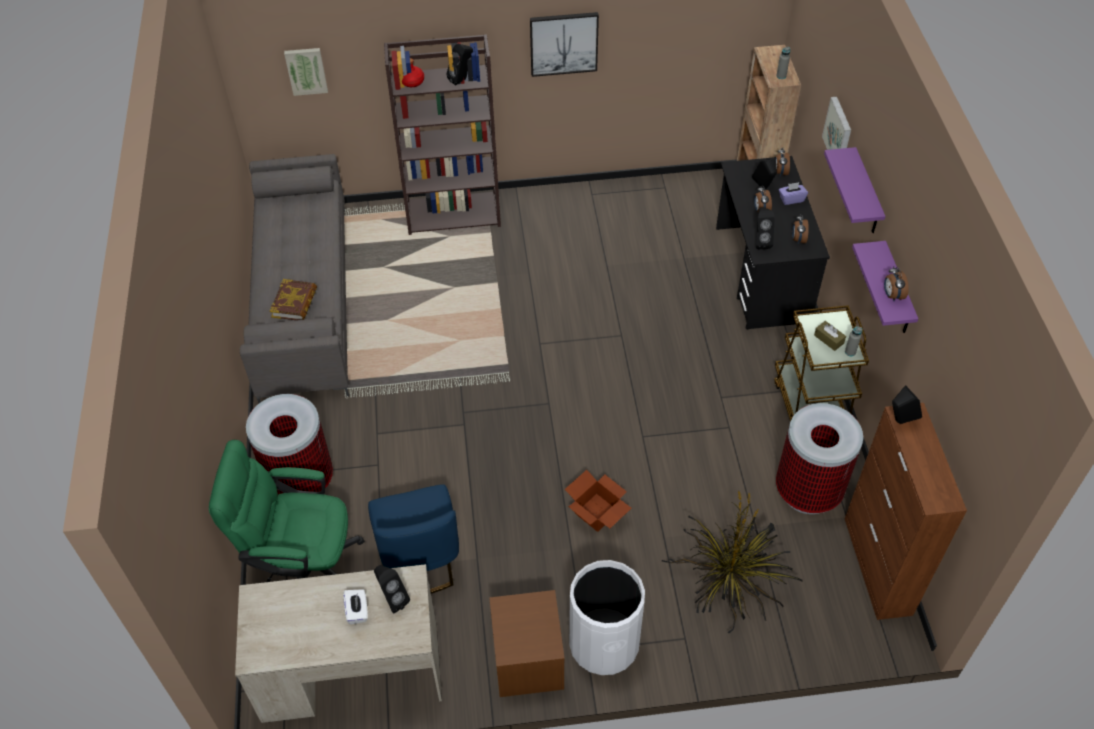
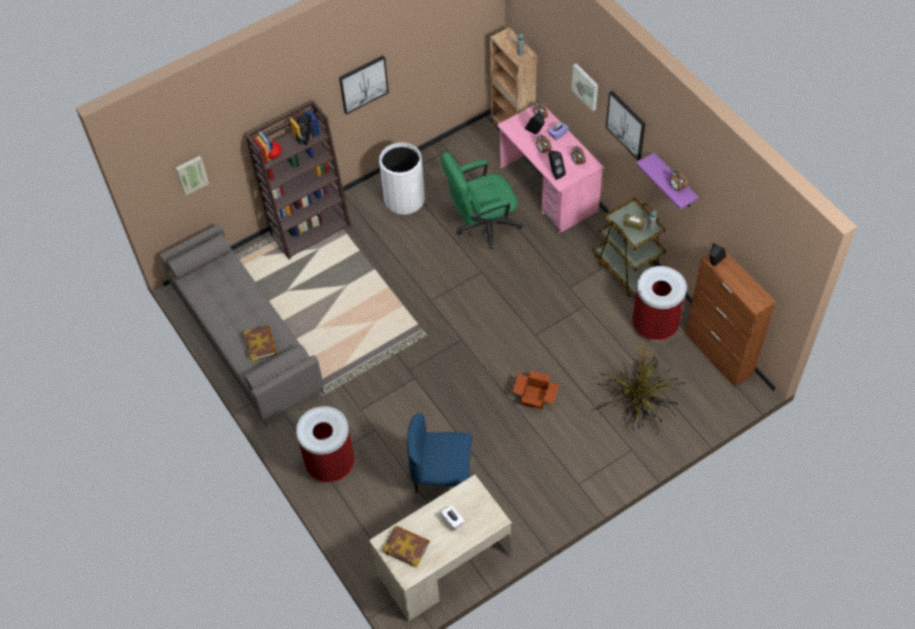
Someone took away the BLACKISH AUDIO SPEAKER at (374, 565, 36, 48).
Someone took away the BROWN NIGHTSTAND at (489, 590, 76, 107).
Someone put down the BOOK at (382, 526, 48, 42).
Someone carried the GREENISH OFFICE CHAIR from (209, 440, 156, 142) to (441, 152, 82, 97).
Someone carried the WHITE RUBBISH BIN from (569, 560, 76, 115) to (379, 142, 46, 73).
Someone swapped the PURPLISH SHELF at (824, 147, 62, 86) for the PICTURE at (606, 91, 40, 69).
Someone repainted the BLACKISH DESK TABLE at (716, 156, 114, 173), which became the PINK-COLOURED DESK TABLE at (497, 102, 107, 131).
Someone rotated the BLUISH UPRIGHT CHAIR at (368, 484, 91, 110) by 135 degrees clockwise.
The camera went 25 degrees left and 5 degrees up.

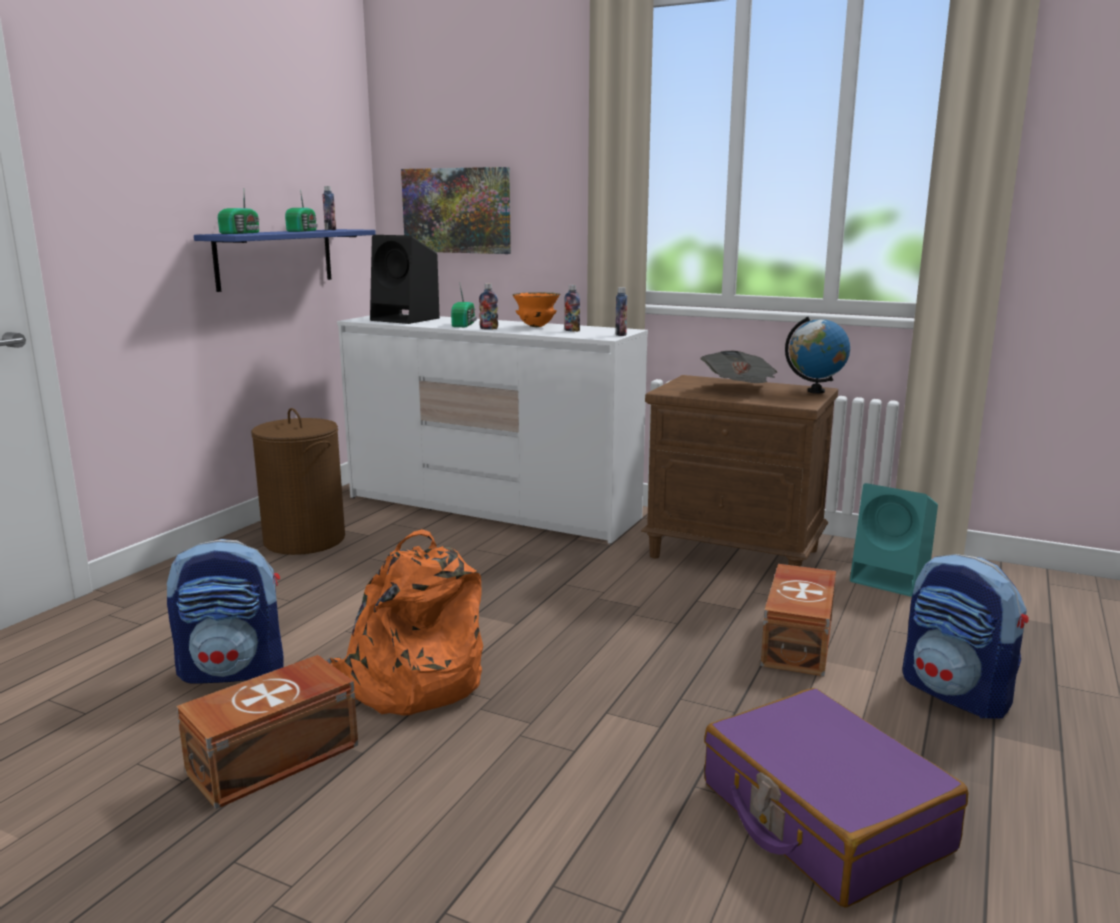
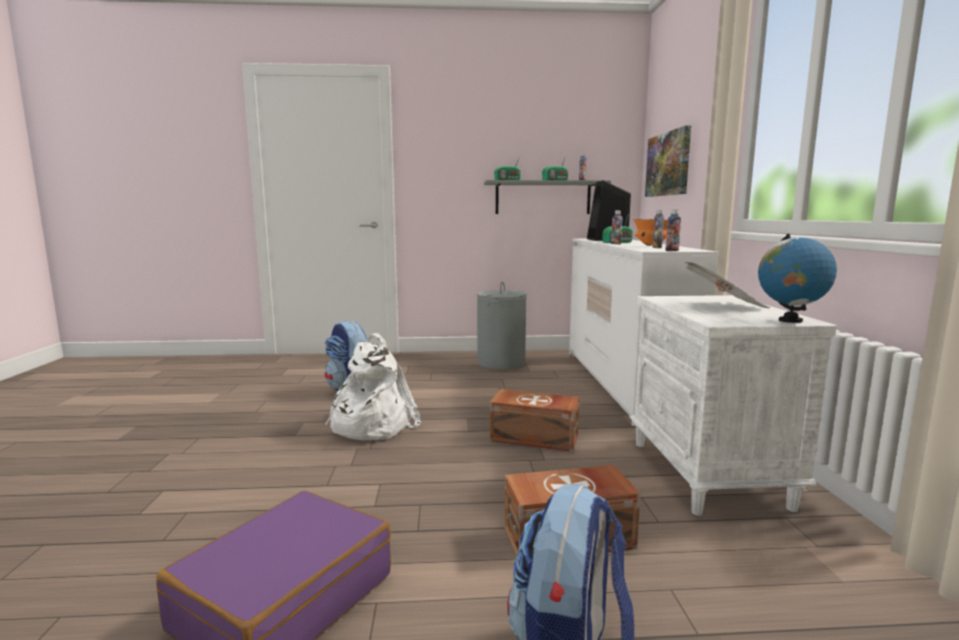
Someone took away the TURQUOISE-COLOURED AUDIO SPEAKER at (850, 483, 88, 114).
Someone carried the BROWN STORAGE BOX from (176, 655, 182, 154) to (490, 389, 89, 63).
Someone repainted the BLUISH SHELF at (194, 229, 182, 63), which became the GRAY SHELF at (484, 180, 127, 34).
Someone repainted the BROWN WASHING BASKET at (251, 408, 94, 147), which became the GRAY WASHING BASKET at (477, 282, 50, 87).
Someone repainted the ORANGEY BACKPACK at (327, 529, 156, 187), which became the WHITE BACKPACK at (325, 333, 96, 107).
Someone repainted the BROWN NIGHTSTAND at (641, 375, 197, 191), which became the WHITE NIGHTSTAND at (629, 295, 207, 221).
The camera went 60 degrees right and 5 degrees down.

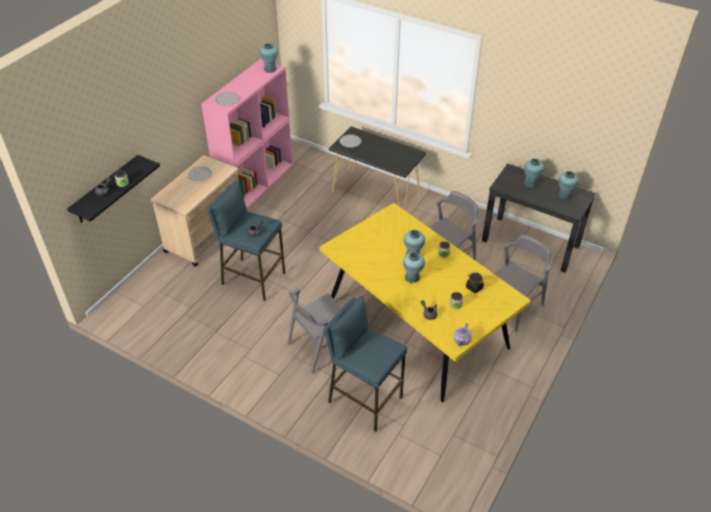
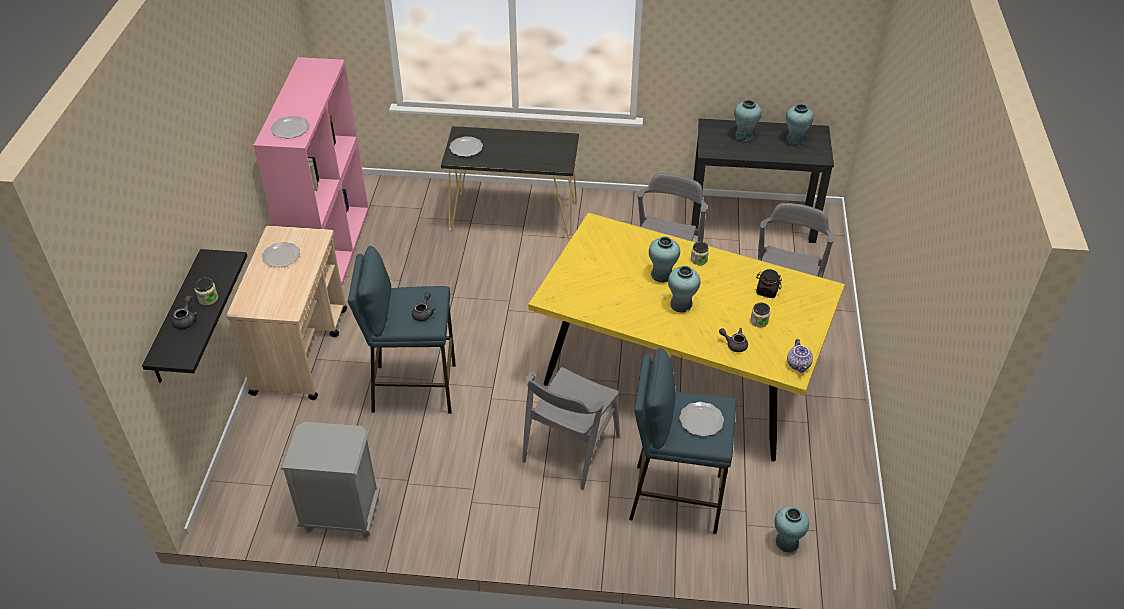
Someone put down the GRAY NIGHTSTAND at (281, 422, 99, 116).
Someone put down the DINNER PLATE at (679, 402, 45, 34).
Someone carried the TURQUOISE-COLOURED VASE from (260, 43, 18, 30) to (774, 506, 35, 47).
The camera went 25 degrees left and 0 degrees up.

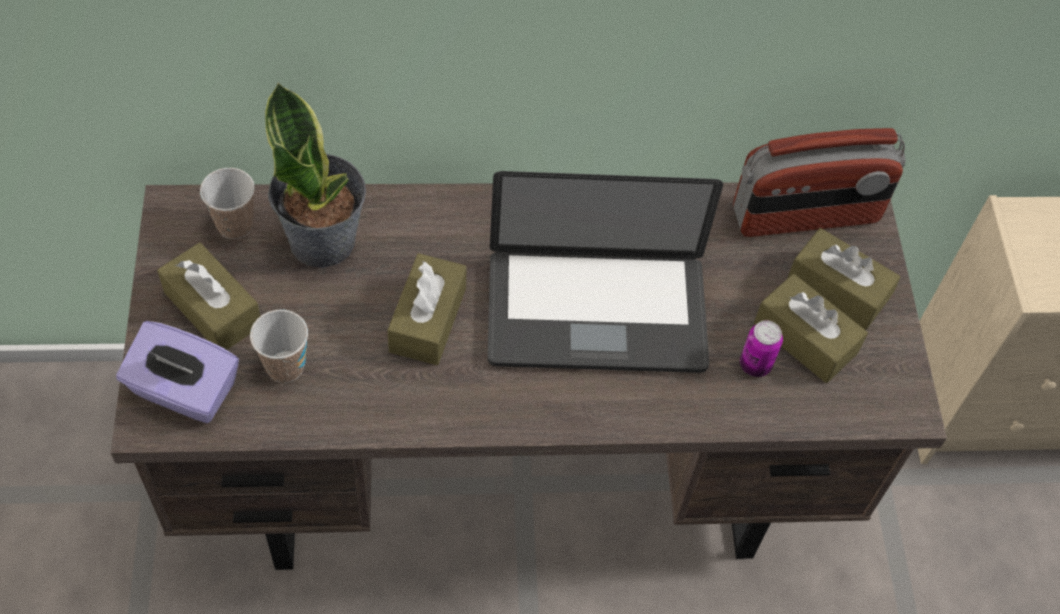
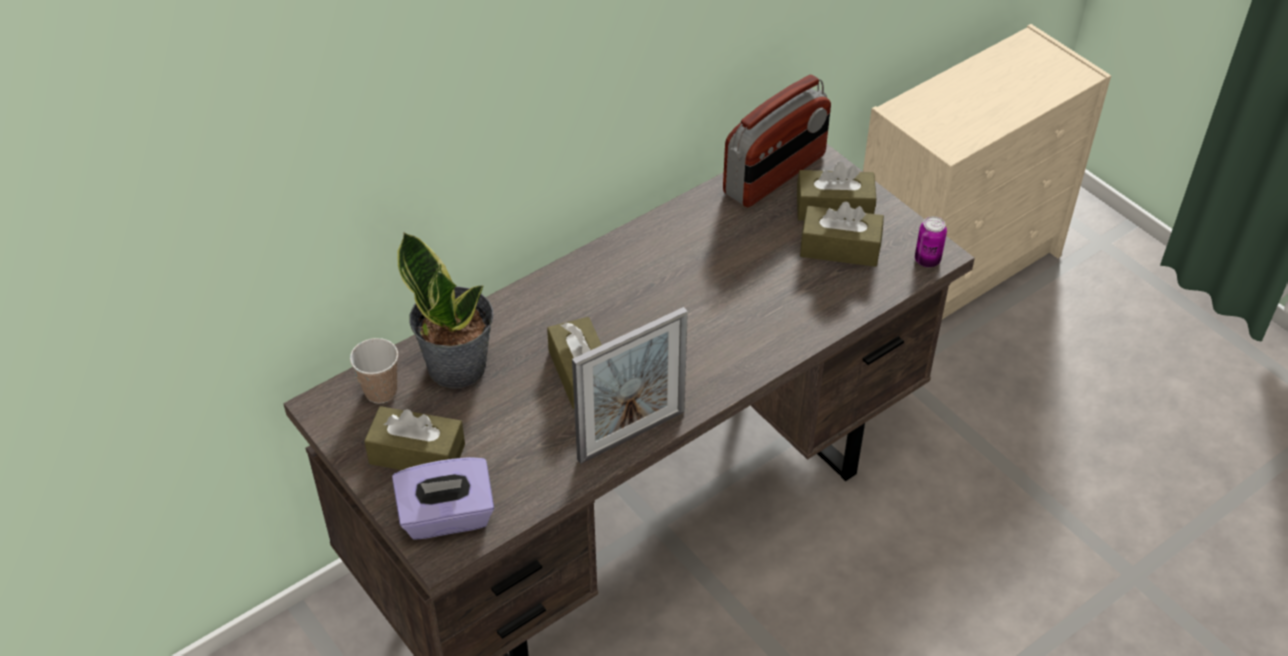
Someone took away the SMALL CUP at (250, 310, 58, 73).
Someone took away the NOTEBOOK COMPUTER at (488, 171, 235, 202).
Someone put down the PICTURE FRAME at (572, 307, 116, 157).
Someone carried the METAL CAN from (740, 320, 43, 57) to (915, 216, 32, 51).
The camera went 30 degrees left and 10 degrees down.

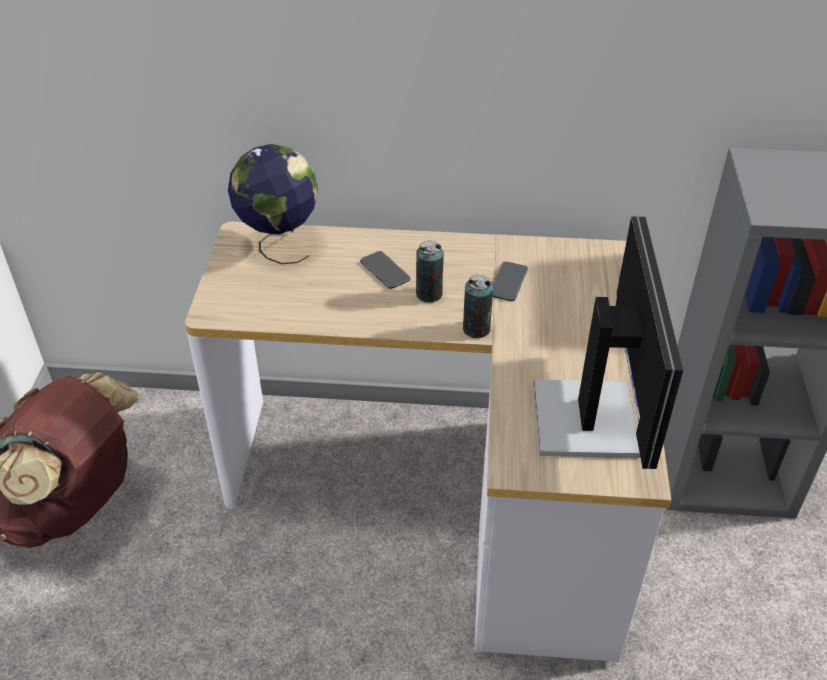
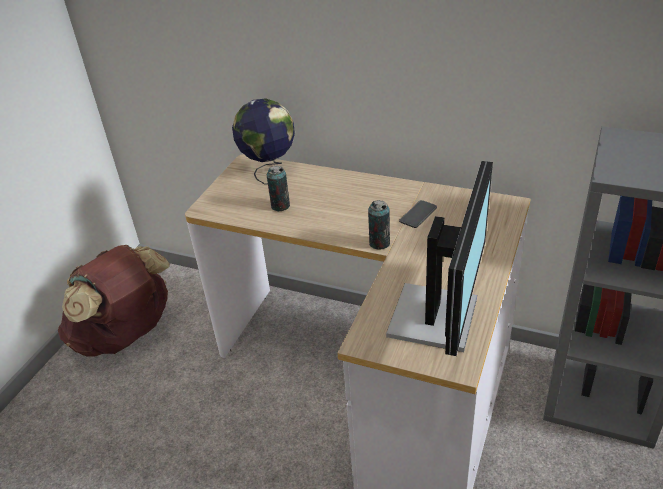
Someone took away the HANDSET at (360, 251, 51, 38).
Someone carried the METAL CAN from (416, 241, 28, 62) to (267, 166, 23, 45).
The camera went 20 degrees right and 5 degrees down.

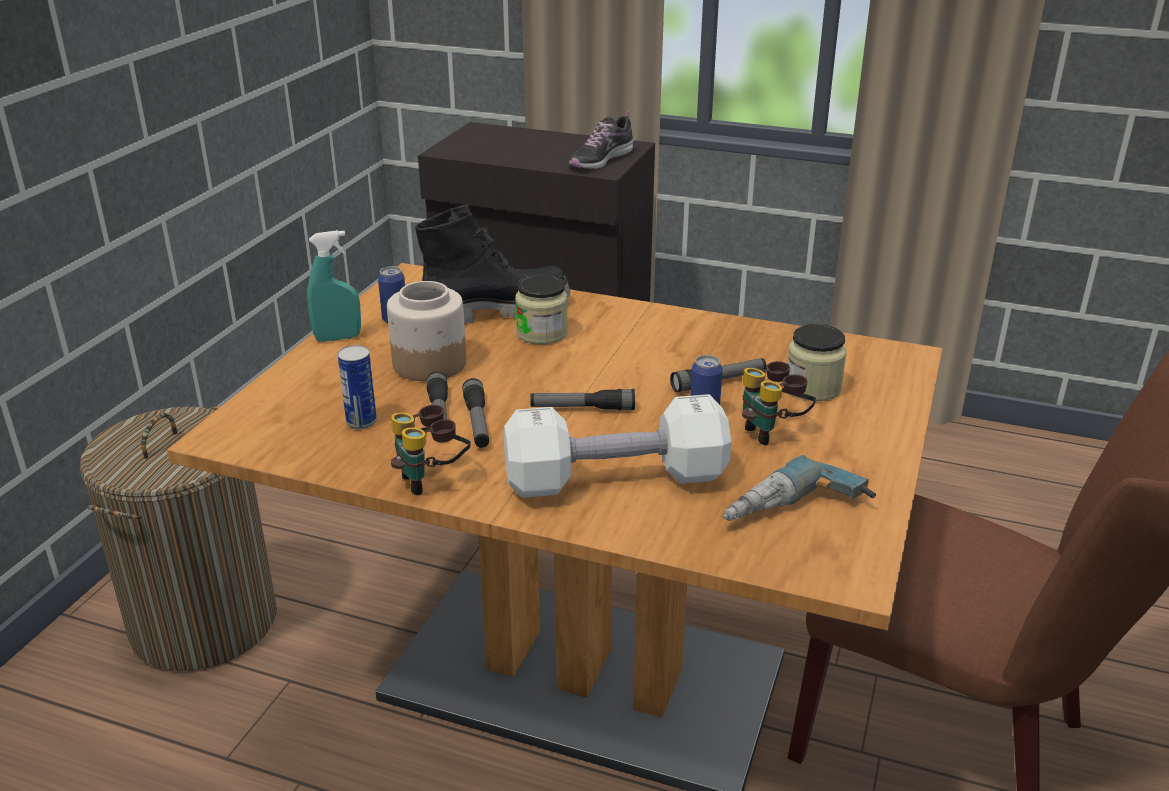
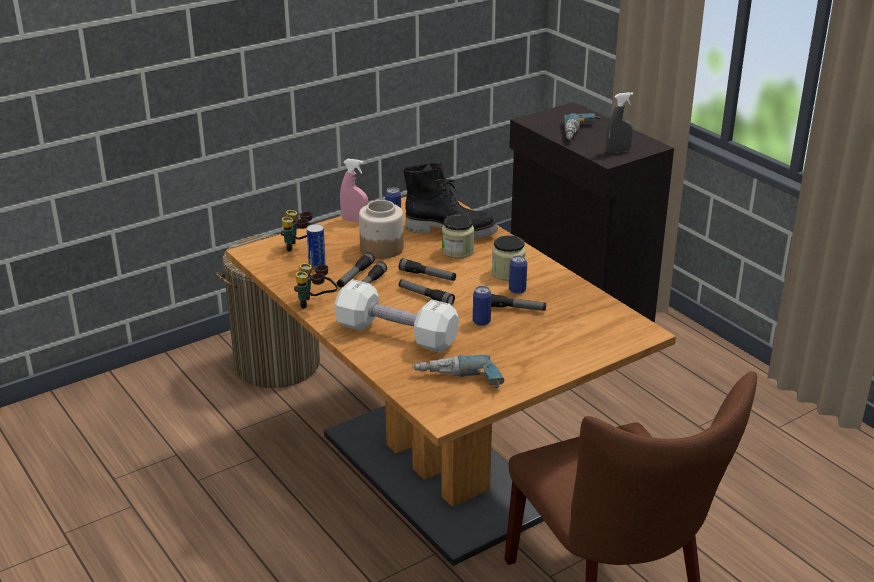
Someone put down the HAND TORCH at (399, 258, 57, 23).
Someone put down the METAL CAN at (509, 255, 18, 39).
Someone put down the ELECTRIC DRILL at (564, 113, 37, 27).
Someone carried the PAIR OF BINOCULARS from (742, 361, 74, 84) to (281, 210, 31, 42).
Someone carried the PRESERVE JAR from (787, 324, 60, 77) to (492, 235, 34, 46).
Someone swapped the SHOE at (569, 111, 65, 58) for the GRAY HAND SPRAYER at (606, 92, 27, 61).
Someone repainted the TURQUOISE-COLOURED HAND SPRAYER at (307, 230, 54, 112), which became the PINK-COLOURED HAND SPRAYER at (340, 159, 28, 63).
The camera went 35 degrees right and 0 degrees up.

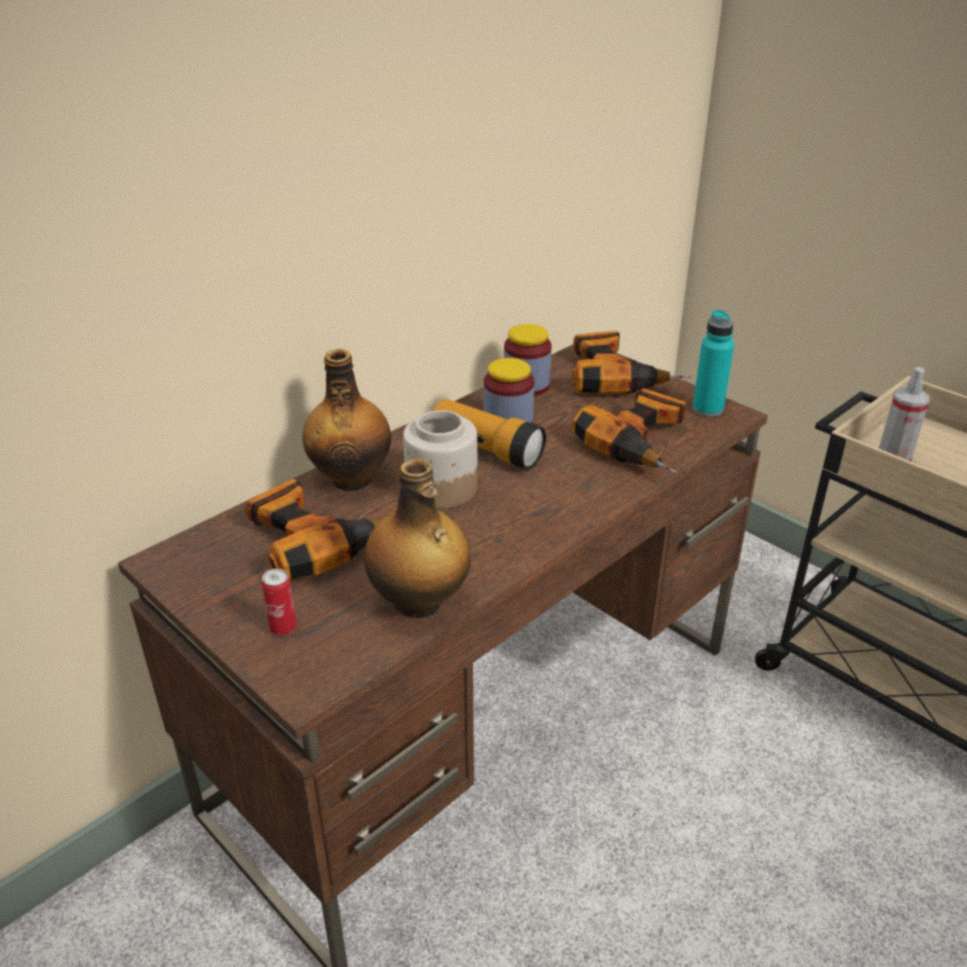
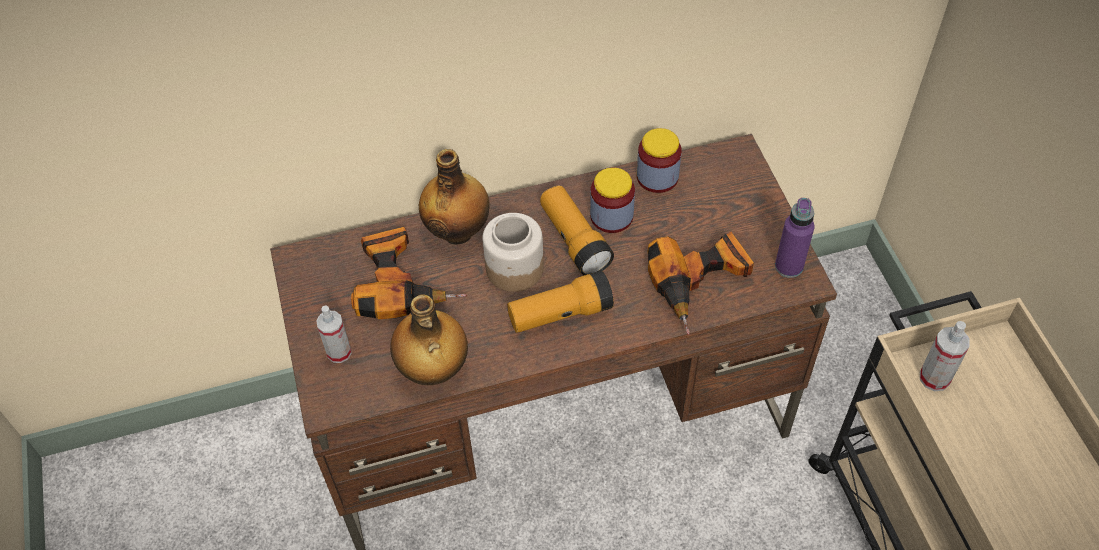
Someone took away the ELECTRIC DRILL at (572, 331, 118, 63).
Someone put down the HAND TORCH at (507, 271, 107, 62).
Someone swapped the METAL CAN at (262, 568, 35, 68) for the HAND SPRAYER at (316, 306, 36, 57).
Someone repainted the TURQUOISE-COLOURED BOTTLE at (692, 309, 42, 108), which became the PURPLISH BOTTLE at (775, 198, 40, 80).
The camera went 30 degrees right and 20 degrees up.

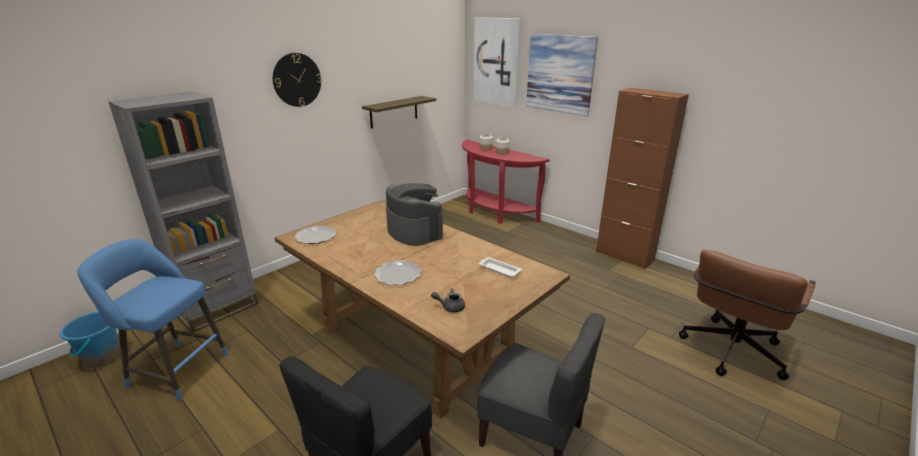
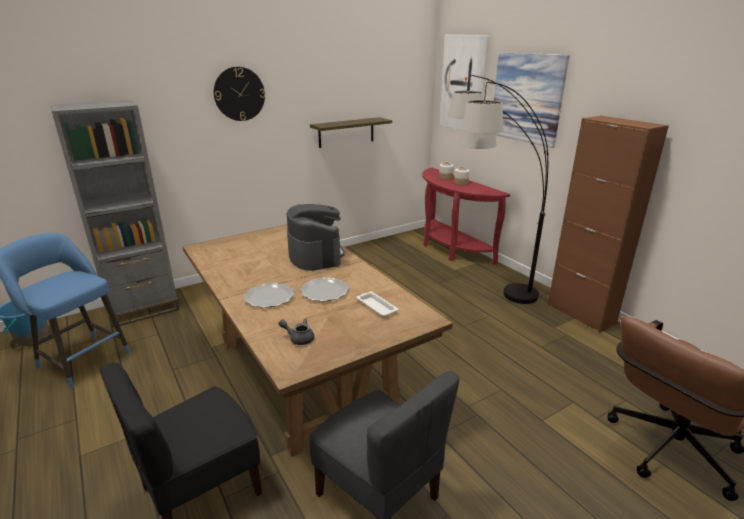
Someone put down the STANDARD LAMP at (448, 75, 101, 229).
Someone carried the DINNER PLATE from (294, 226, 43, 18) to (300, 277, 49, 24).
The camera went 15 degrees right and 0 degrees up.

